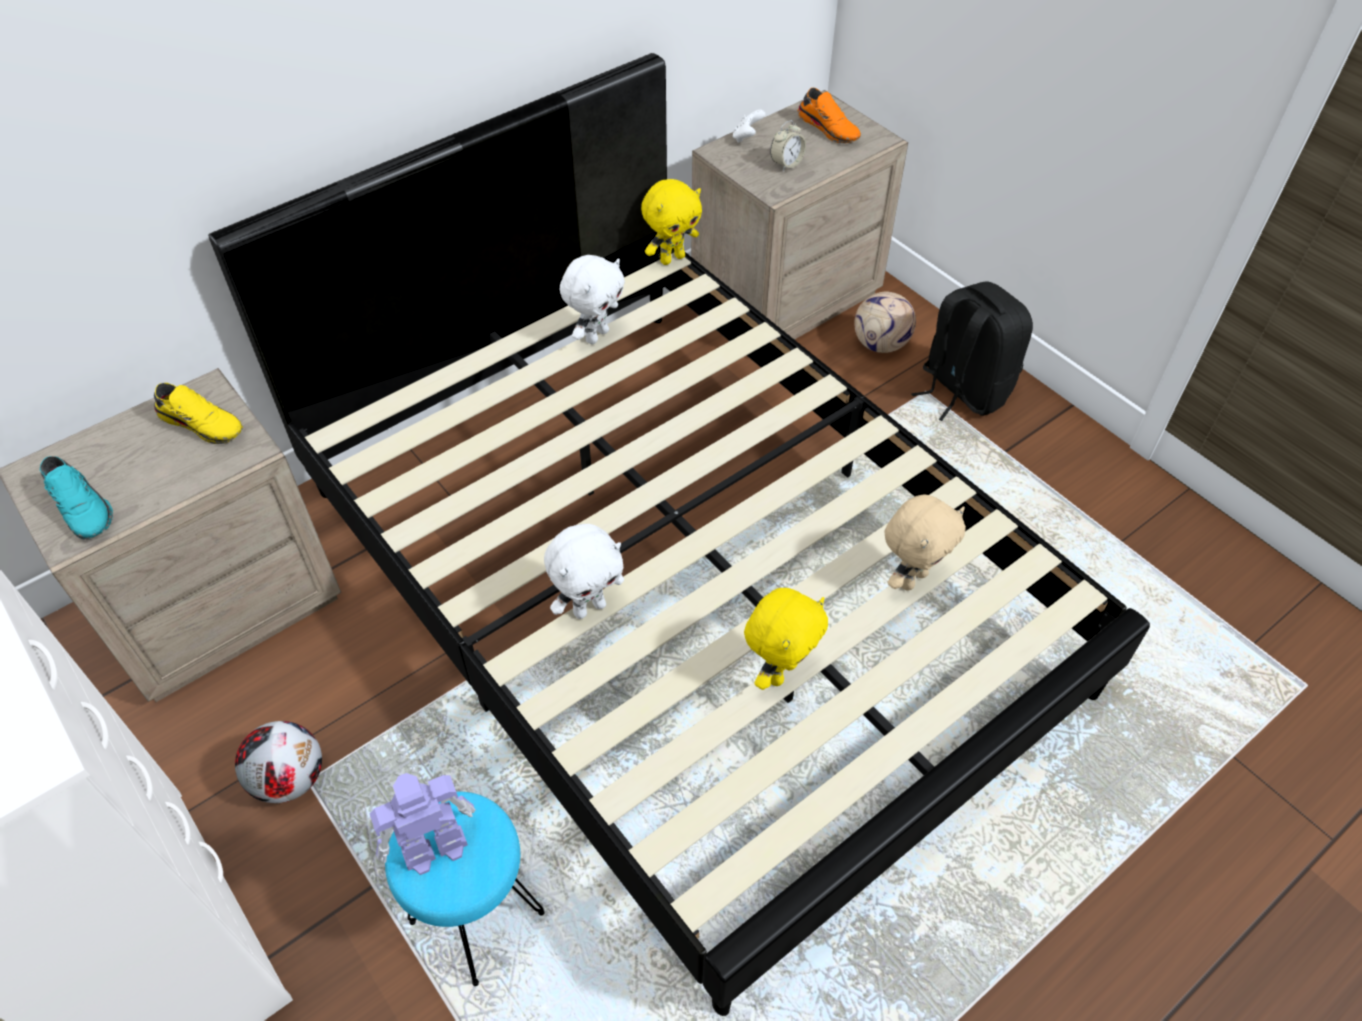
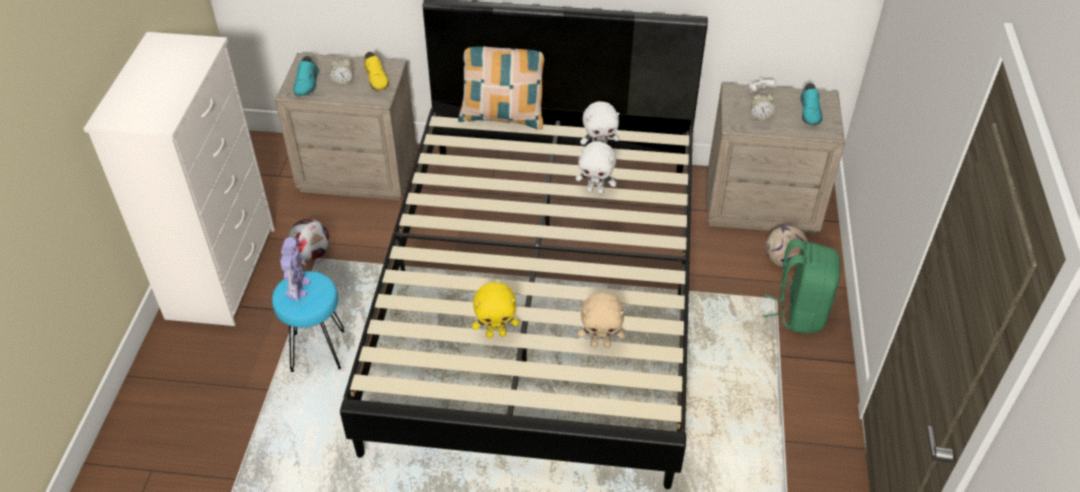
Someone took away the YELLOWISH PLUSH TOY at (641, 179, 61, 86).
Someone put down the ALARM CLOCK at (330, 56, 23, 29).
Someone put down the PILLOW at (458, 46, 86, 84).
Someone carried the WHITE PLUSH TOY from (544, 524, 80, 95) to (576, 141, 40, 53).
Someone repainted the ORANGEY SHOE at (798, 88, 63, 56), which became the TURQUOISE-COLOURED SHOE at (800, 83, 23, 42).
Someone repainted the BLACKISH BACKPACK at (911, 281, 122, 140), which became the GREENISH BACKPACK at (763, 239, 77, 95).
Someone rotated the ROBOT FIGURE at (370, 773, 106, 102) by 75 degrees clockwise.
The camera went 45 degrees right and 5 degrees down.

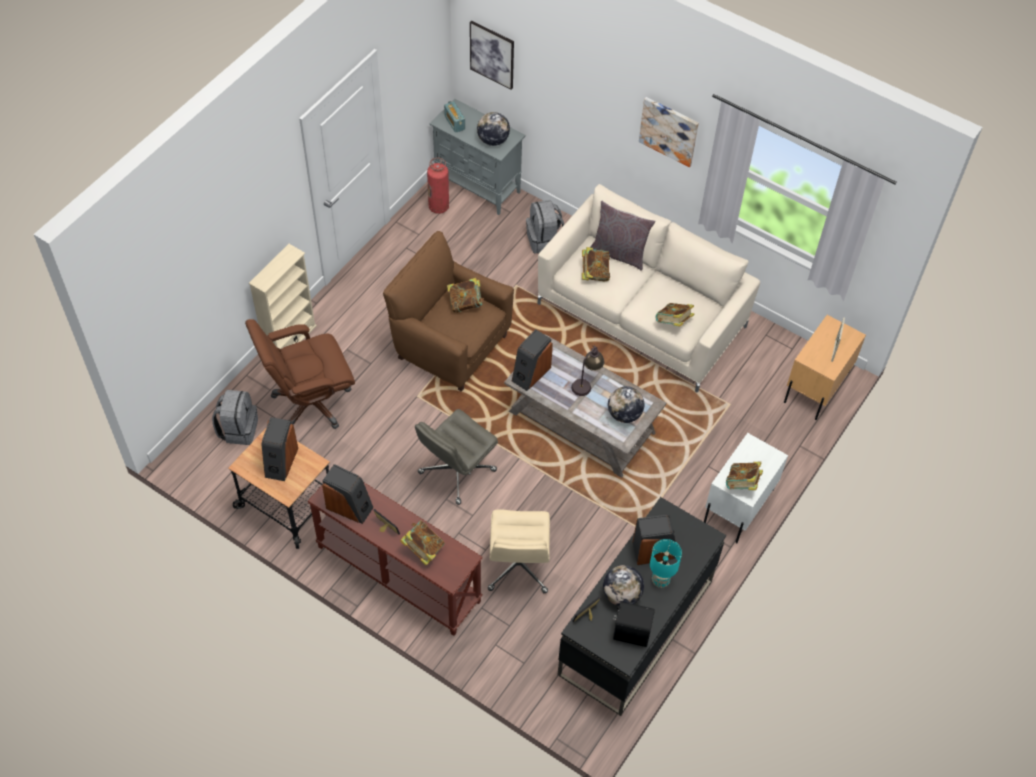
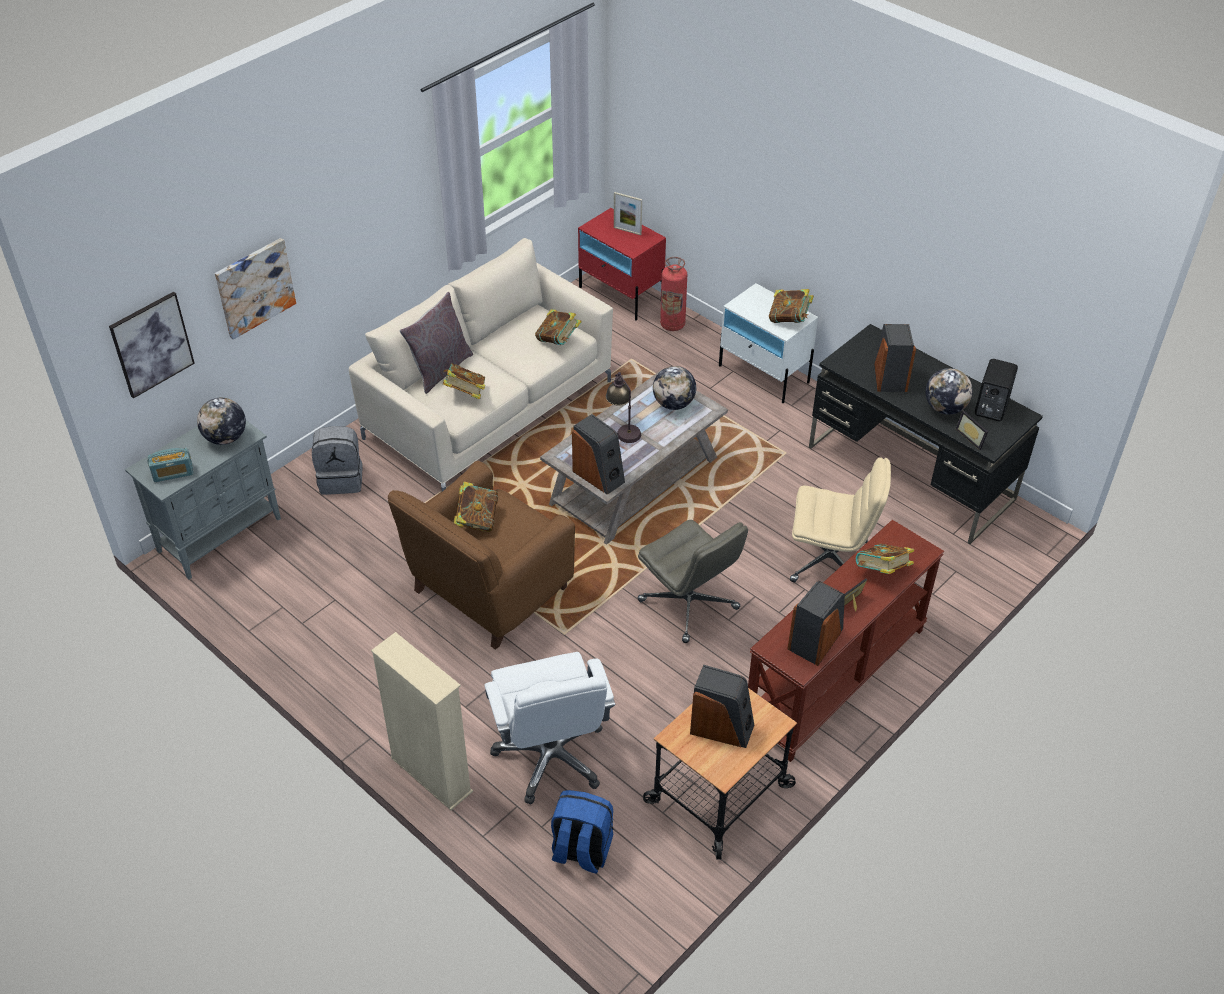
Someone took away the TURQUOISE-COLOURED TABLE LAMP at (650, 539, 32, 49).
Someone carried the EXTINGUISHER from (427, 158, 22, 56) to (660, 257, 27, 74).
Someone carried the PICTURE from (639, 97, 60, 70) to (215, 238, 81, 102).
Someone repainted the GRAY BACKPACK at (212, 390, 46, 55), which became the BLUISH BACKPACK at (551, 790, 62, 84).
Someone repainted the BROWN OFFICE CHAIR at (245, 319, 110, 110), which became the WHITE OFFICE CHAIR at (484, 652, 131, 152).
Someone repainted the BEIGE-COLOURED NIGHTSTAND at (784, 315, 82, 105), which became the RED-COLOURED NIGHTSTAND at (578, 208, 88, 113).
The camera went 80 degrees left and 10 degrees down.

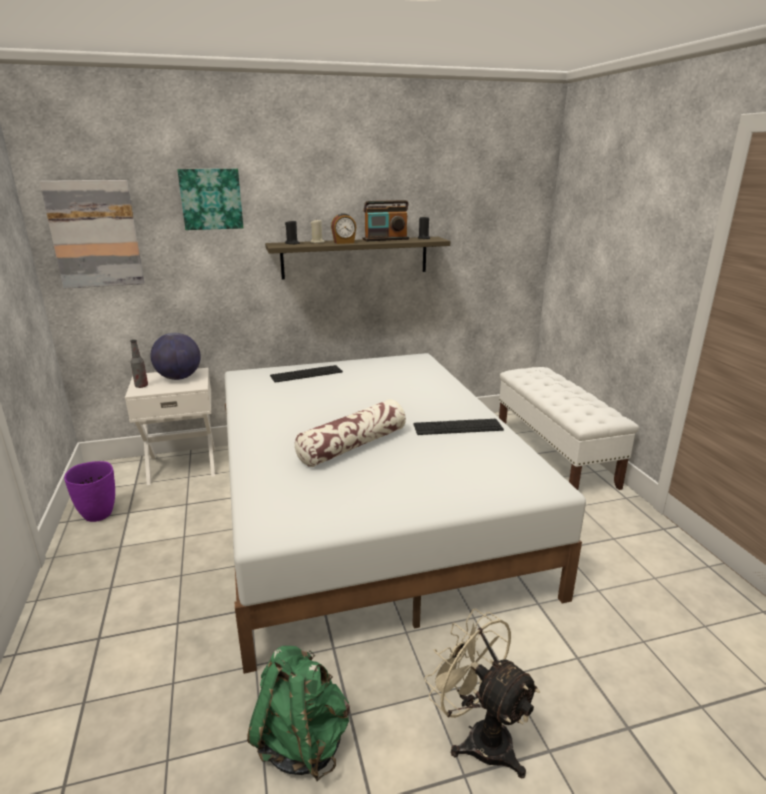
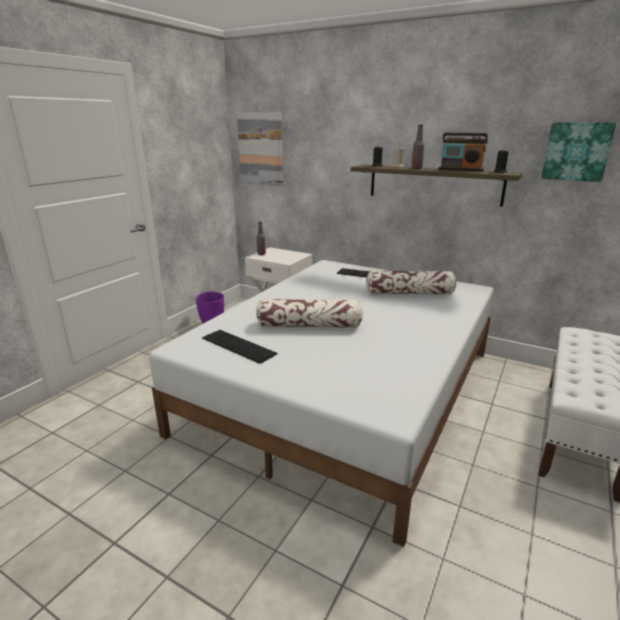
Someone took away the GLOBE at (150, 333, 51, 47).
Someone took away the GREENISH BACKPACK at (247, 646, 103, 135).
Someone took away the BEIGE-COLOURED ELECTRIC FAN at (424, 608, 116, 171).
Someone put down the PILLOW at (366, 270, 90, 25).
Someone carried the PICTURE from (177, 169, 66, 61) to (541, 122, 75, 60).
Someone carried the KEYBOARD from (413, 419, 91, 16) to (202, 330, 75, 34).
Someone swapped the ALARM CLOCK at (331, 213, 25, 31) for the BOTTLE at (411, 125, 13, 44).
The camera went 45 degrees right and 0 degrees up.

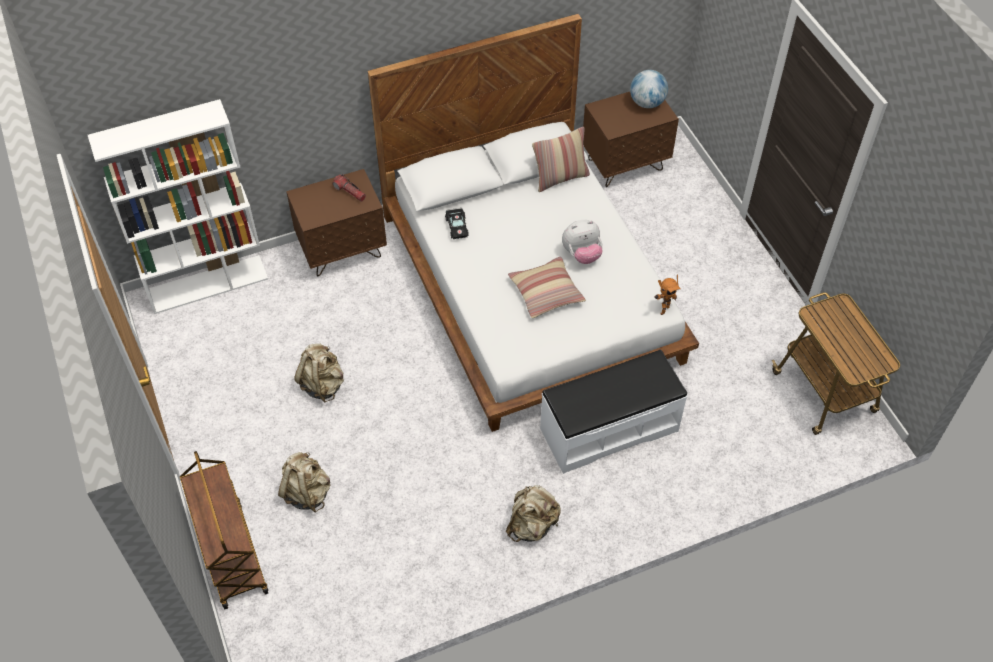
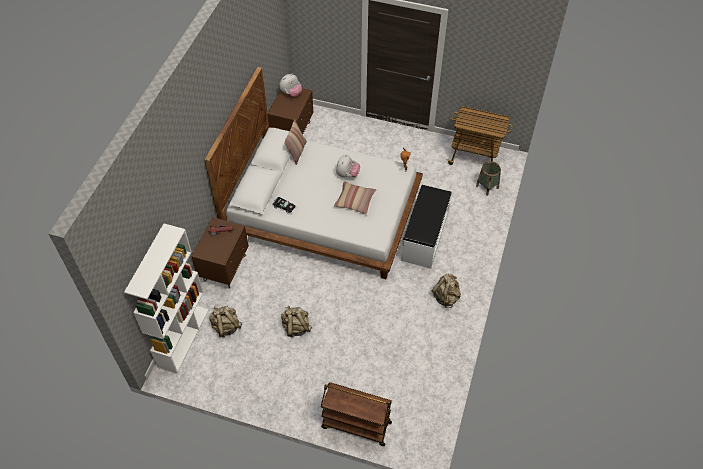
Someone put down the STORAGE BASKET at (476, 161, 25, 35).
Someone carried the BEIGE-COLOURED BACKPACK from (278, 452, 53, 61) to (209, 306, 33, 31).
Someone swapped the GLOBE at (630, 70, 38, 38) for the PLUSH TOY at (279, 73, 23, 24).
The camera went 50 degrees left and 0 degrees up.

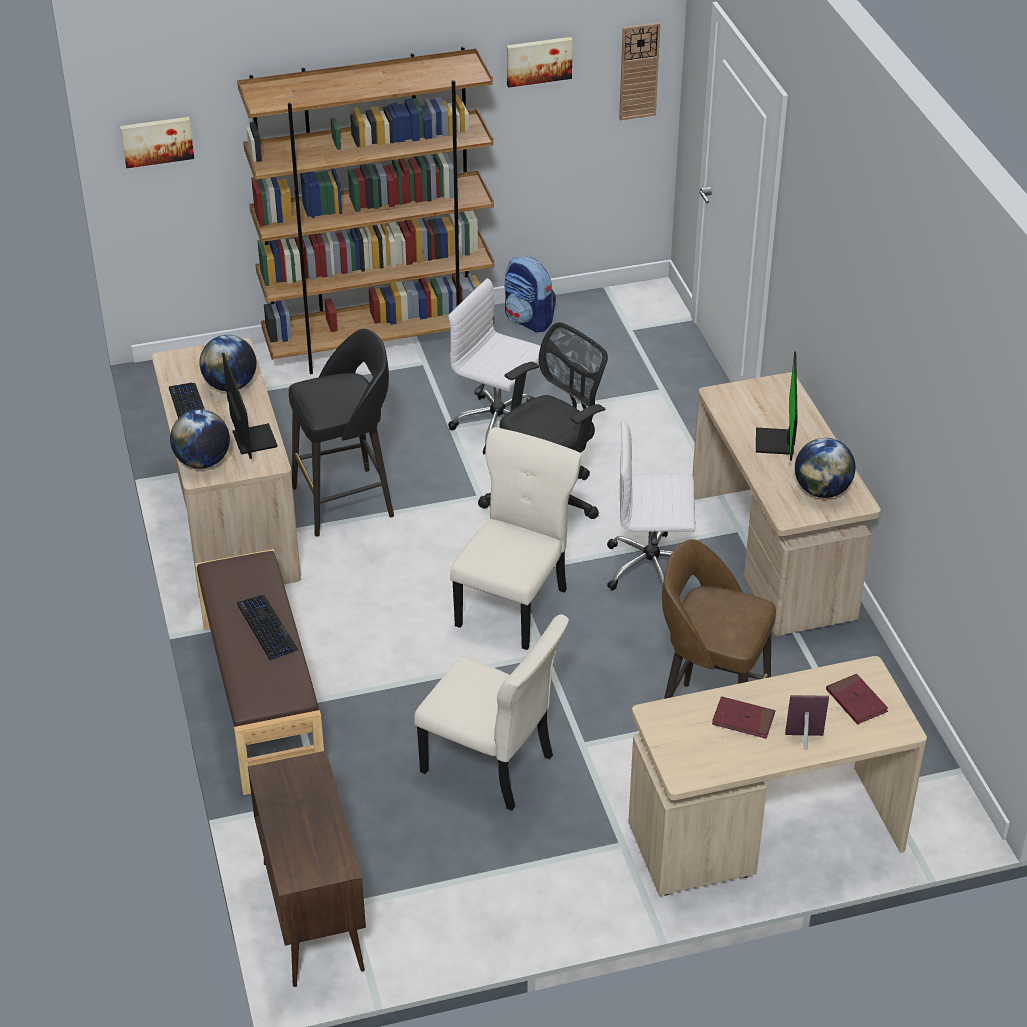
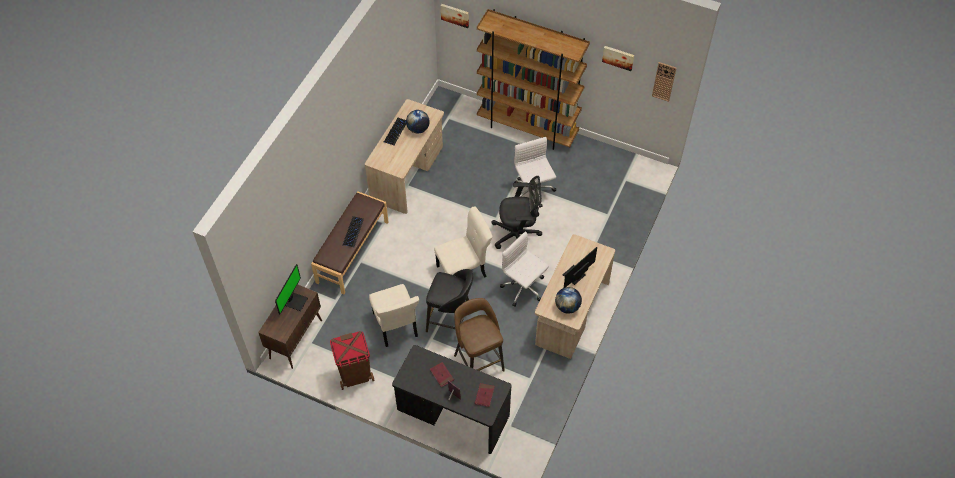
Someone took away the GLOBE at (170, 409, 60, 59).
Someone took away the BACKPACK at (504, 257, 52, 75).
Someone put down the BROWN RUBBISH BIN at (330, 331, 45, 59).
Someone carried the COMPUTER DISPLAY from (222, 353, 56, 106) to (275, 264, 33, 50).
Someone carried the BLACKISH STOOL from (289, 329, 105, 208) to (426, 269, 47, 63).
Someone repainted the BEIGE-COLOURED DESK TABLE at (628, 656, 299, 240), which became the BLACKISH DESK TABLE at (392, 345, 120, 109).
The camera went 40 degrees right and 15 degrees up.

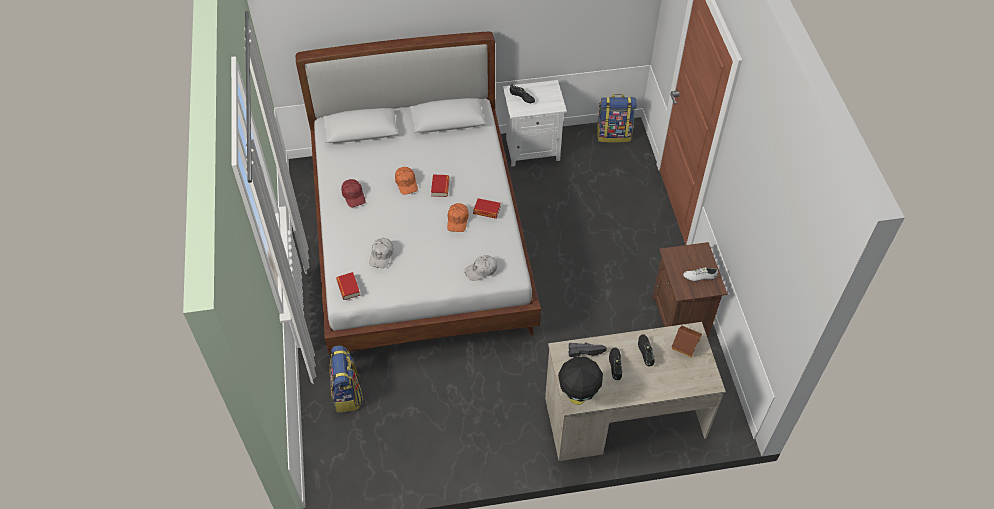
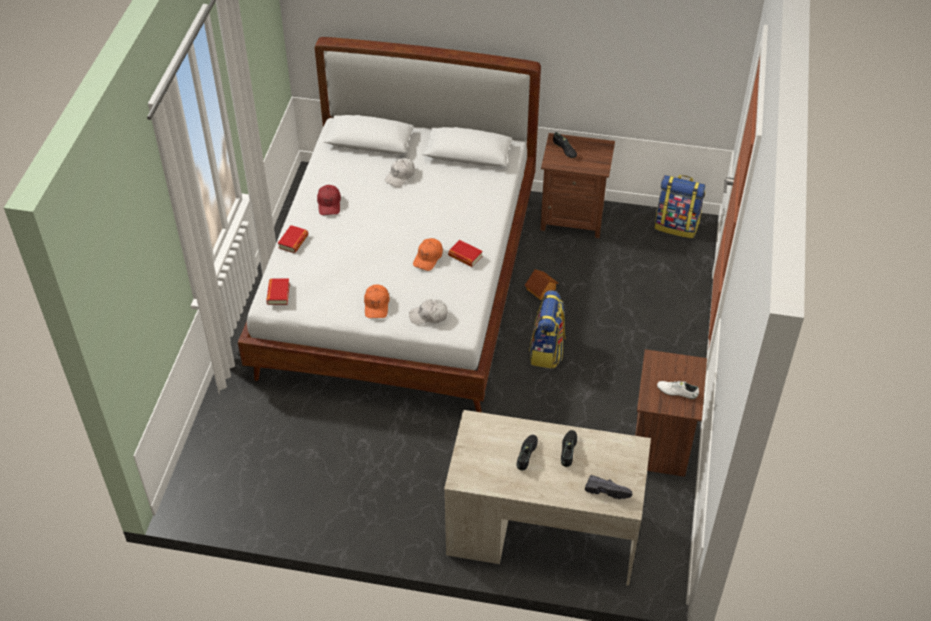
Someone took away the BLACKISH TABLE LAMP at (558, 357, 45, 48).
Someone carried the BACKPACK from (330, 346, 33, 66) to (529, 290, 37, 79).
Someone carried the WHITE BASEBALL CAP from (369, 238, 24, 30) to (385, 158, 30, 29).
Someone carried the ORANGEY BASEBALL CAP from (395, 167, 23, 28) to (364, 284, 26, 34).
Someone carried the BOOK from (431, 175, 18, 22) to (278, 225, 30, 28).
Someone carried the BLACKISH SHOE from (569, 342, 38, 15) to (585, 475, 47, 24).
Someone carried the MODEL HOUSE from (672, 326, 30, 31) to (524, 269, 35, 31).
Someone repainted the WHITE NIGHTSTAND at (503, 80, 64, 87), which became the BROWN NIGHTSTAND at (540, 133, 75, 105).
The camera went 20 degrees right and 5 degrees down.

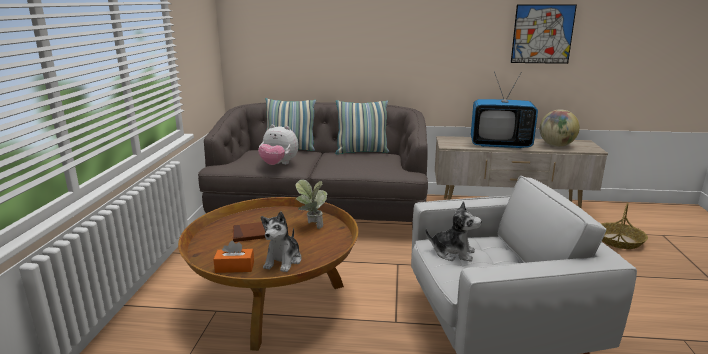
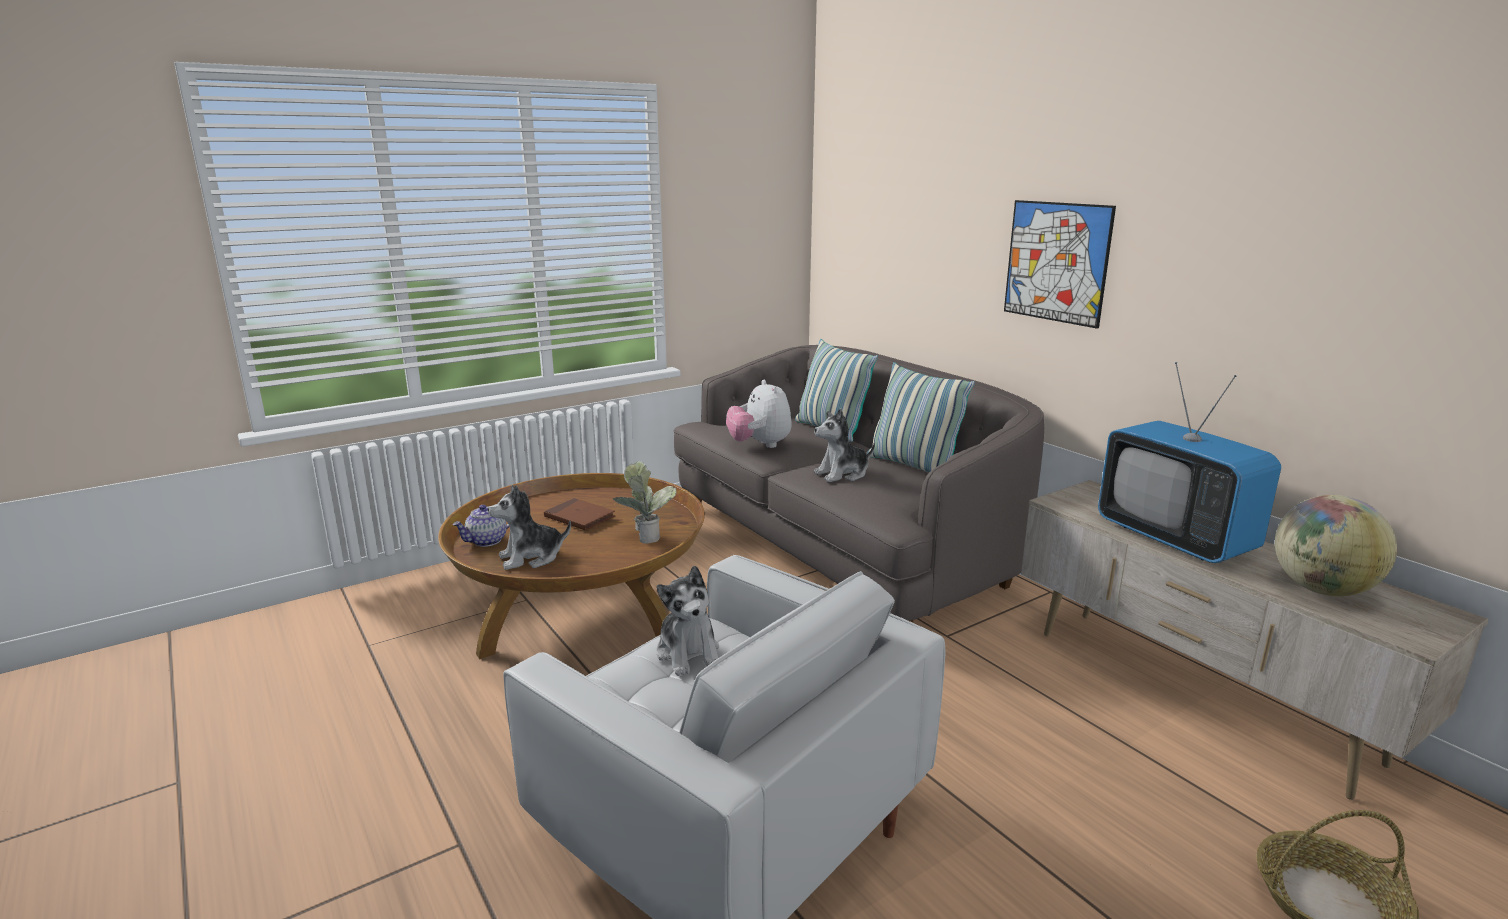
Someone put down the PLUSH TOY at (814, 409, 61, 73).
Someone carried the PICTURE from (511, 4, 66, 60) to (1004, 200, 112, 129).
Someone swapped the ORANGEY BOX OF TISSUES at (213, 241, 41, 32) for the TEA POT at (452, 505, 57, 42).
The camera went 50 degrees right and 0 degrees up.

